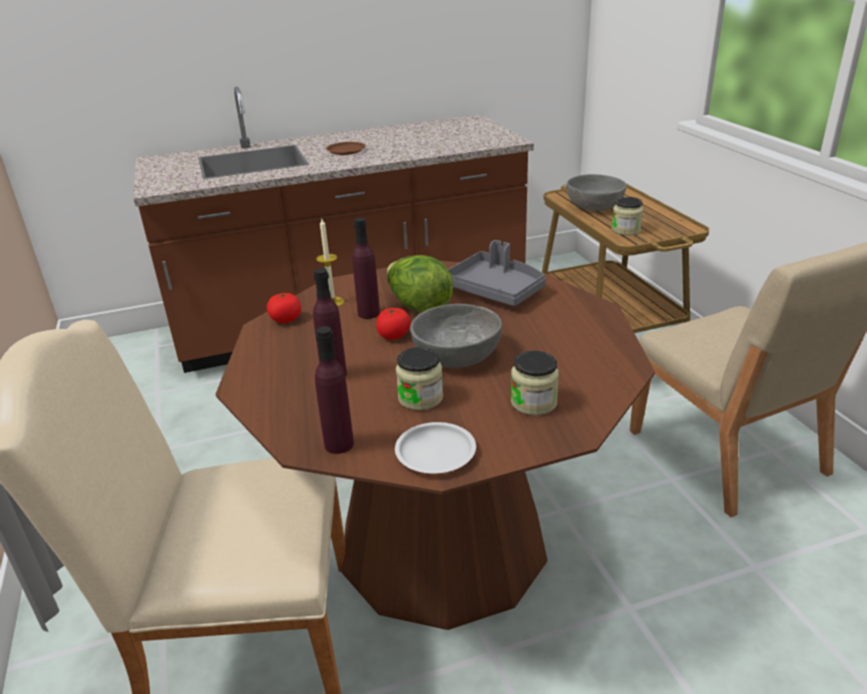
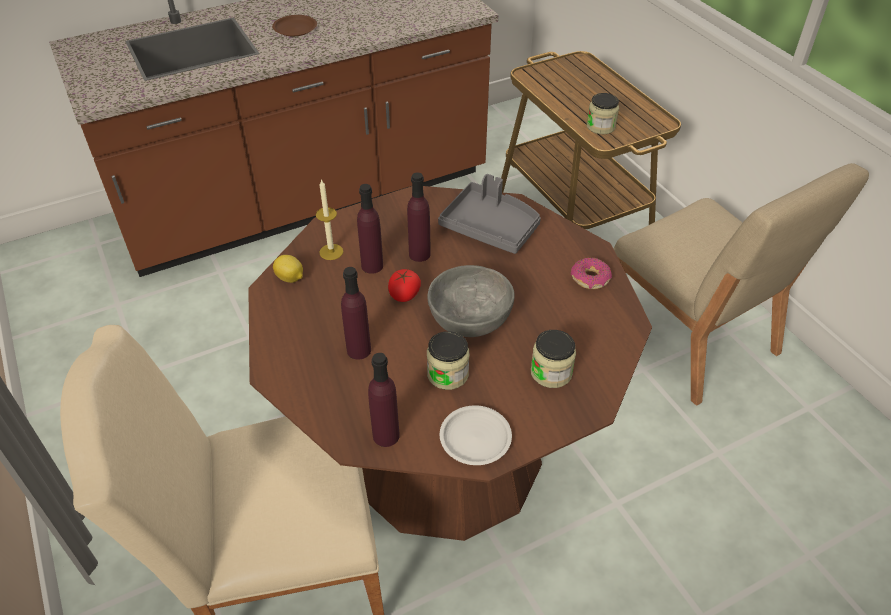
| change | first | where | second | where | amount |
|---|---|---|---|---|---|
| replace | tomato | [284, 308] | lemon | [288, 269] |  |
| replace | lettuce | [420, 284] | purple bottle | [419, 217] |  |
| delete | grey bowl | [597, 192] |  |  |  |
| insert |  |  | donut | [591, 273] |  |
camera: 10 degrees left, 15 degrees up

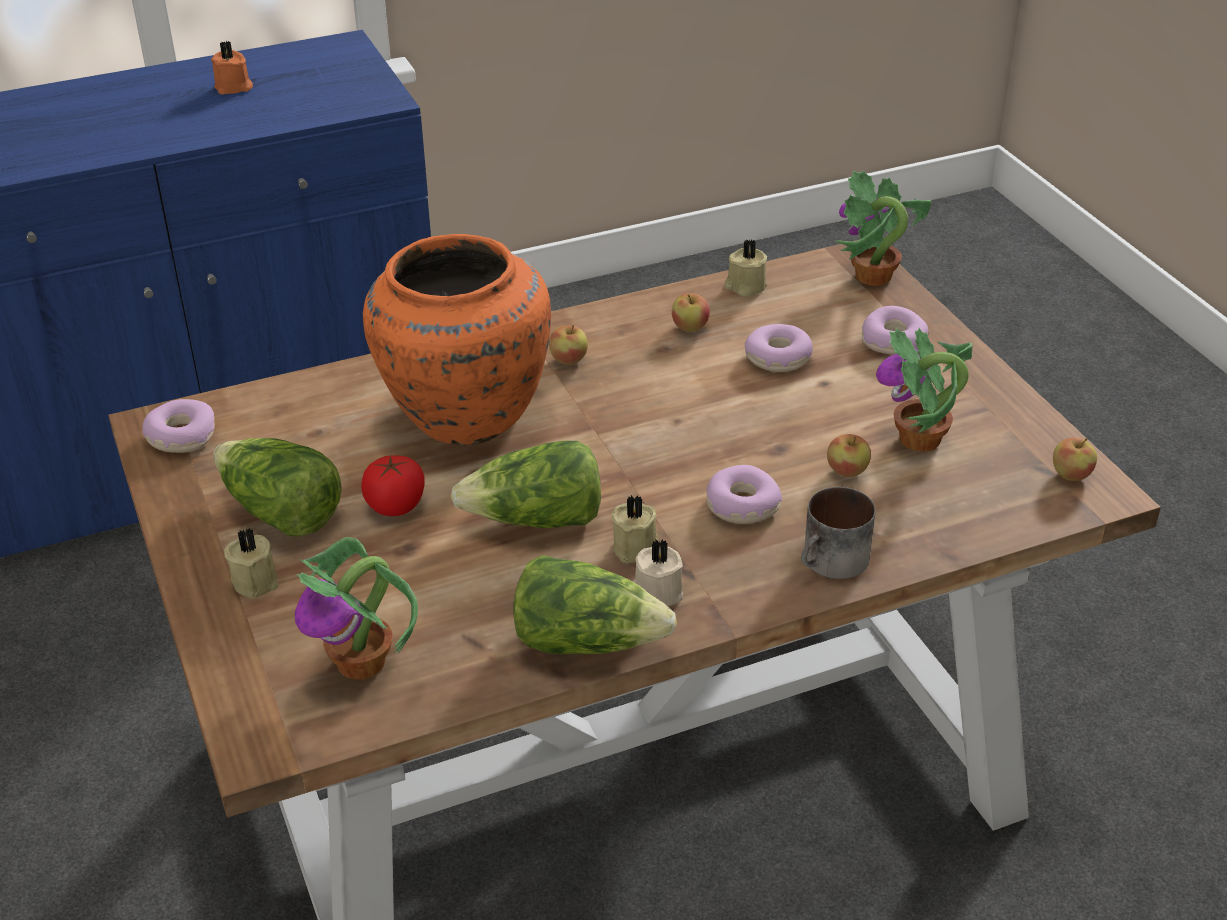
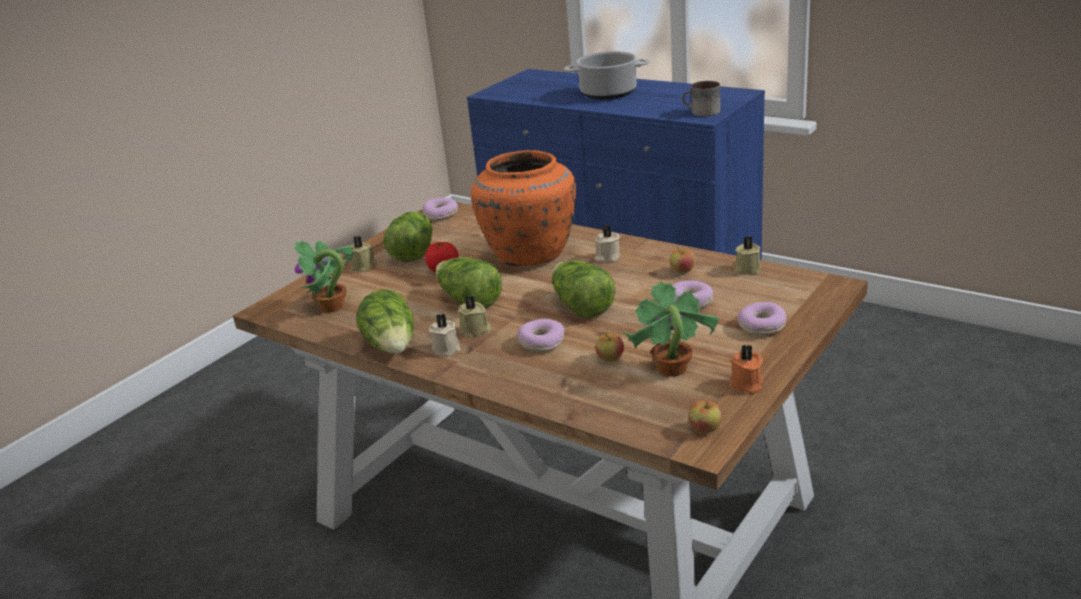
| change | first | where | second | where | amount |
|---|---|---|---|---|---|
| move | orange candle | [232, 68] |  | [746, 369] |  |
| replace | apple | [568, 345] | beige candle | [607, 243] |  |
| move | mug | [838, 533] |  | [701, 98] |  |
| delete | potted plant | [884, 228] |  |  |  |
| insert |  |  | lettuce | [583, 289] |  |
| insert |  |  | cooking pot | [607, 75] |  |
camera: 60 degrees right, 10 degrees down

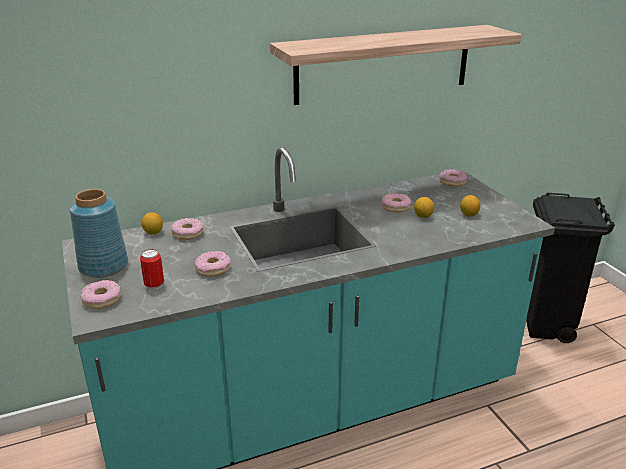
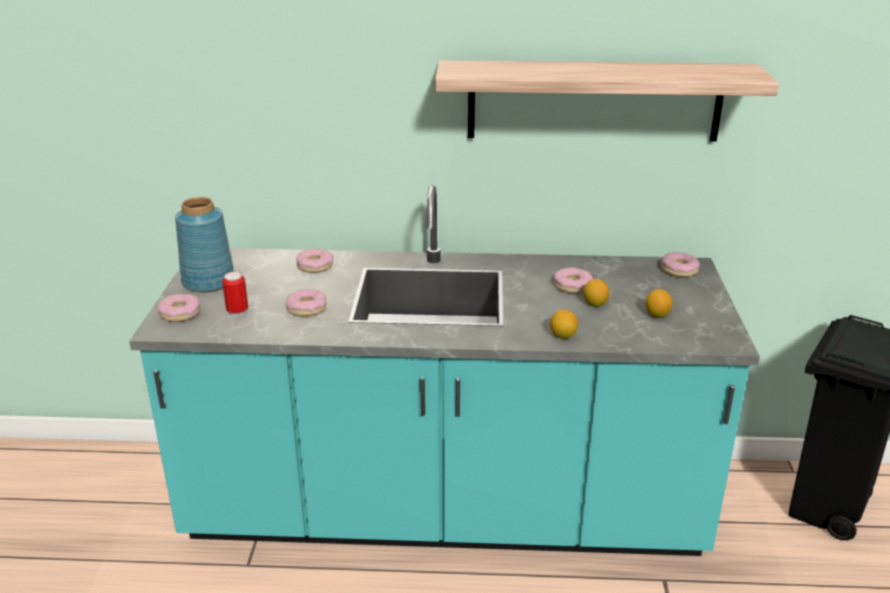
| change | first | where | second | where | amount |
|---|---|---|---|---|---|
| move | lemon | [152, 223] |  | [564, 324] |  |
camera: 25 degrees right, 0 degrees up

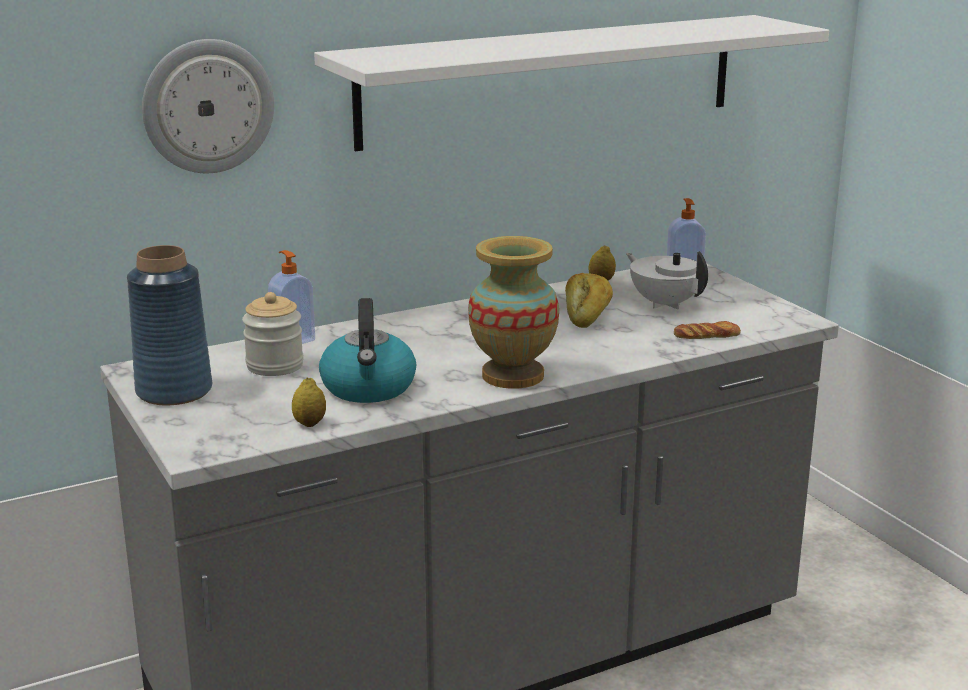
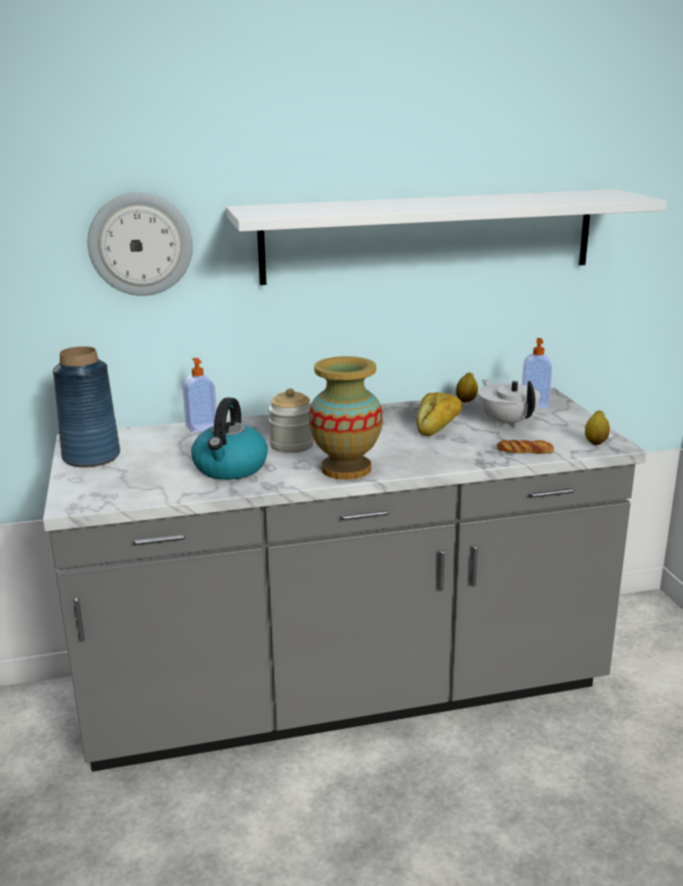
| change | first | where | second | where | amount |
|---|---|---|---|---|---|
| move | jar | [273, 334] |  | [291, 420] |  |
| move | lemon | [309, 402] |  | [597, 427] |  |
camera: 15 degrees right, 0 degrees up

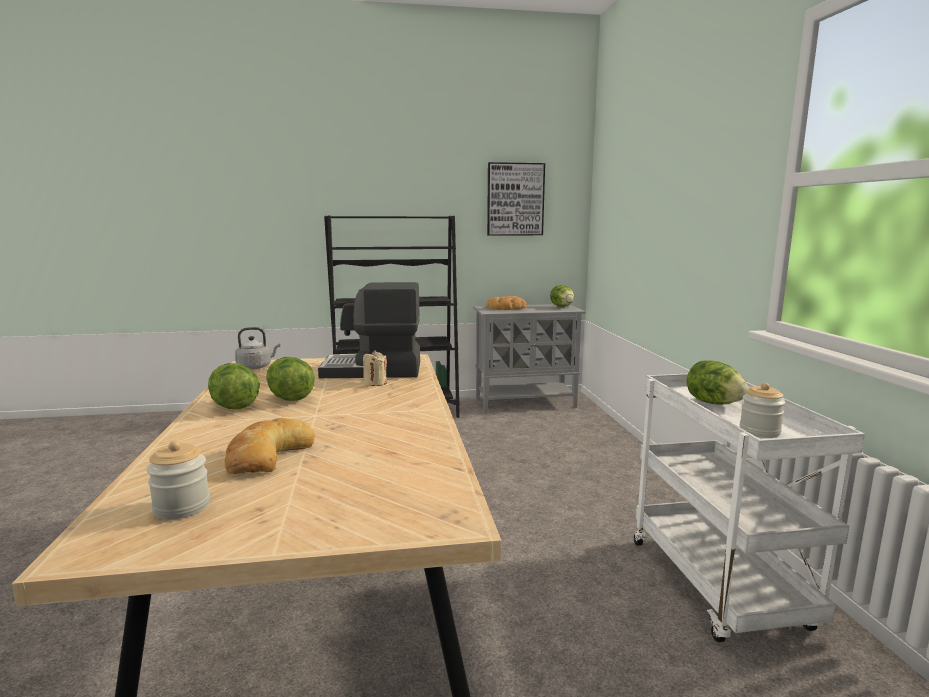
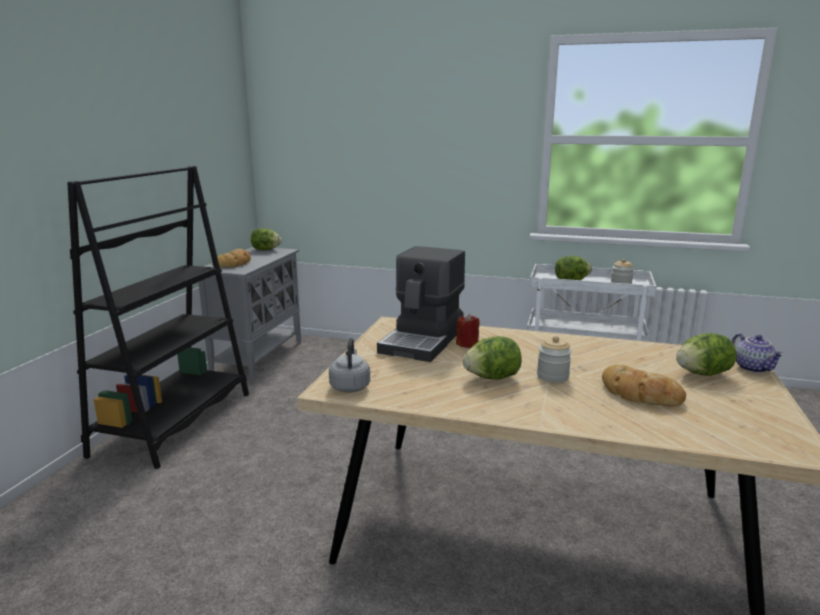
| change | first | where | second | where | amount |
|---|---|---|---|---|---|
| move | jar | [178, 480] |  | [554, 359] |  |
| move | lettuce | [234, 386] |  | [706, 354] |  |
| recolor | beige candle | [375, 368] | red candle | [468, 331] |  |
| delete | picture | [516, 199] |  |  |  |
| insert |  |  | teapot | [758, 353] |  |
camera: 65 degrees left, 5 degrees up

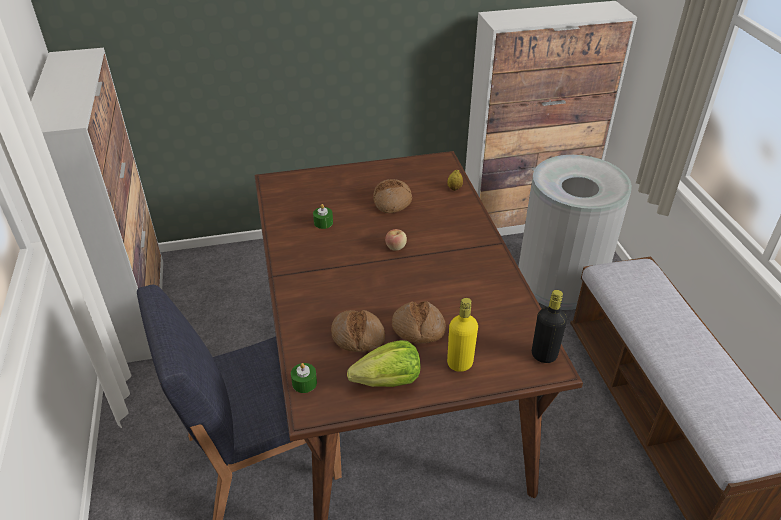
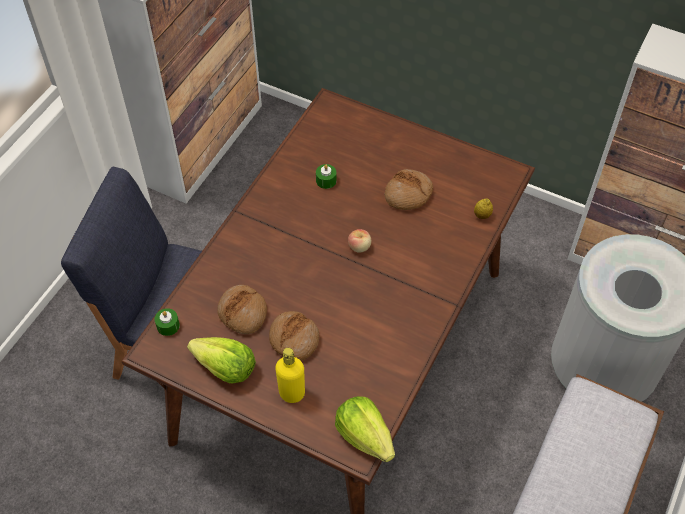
| change | first | where | second | where | amount |
|---|---|---|---|---|---|
| replace | black bottle | [549, 326] | lettuce | [365, 429] |  |
camera: 40 degrees right, 15 degrees up

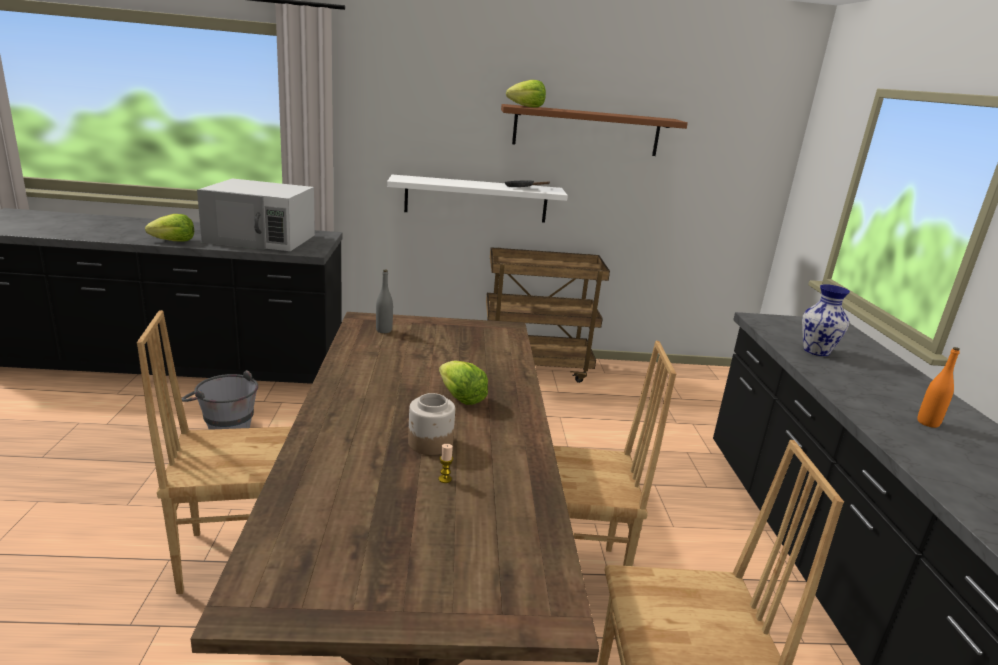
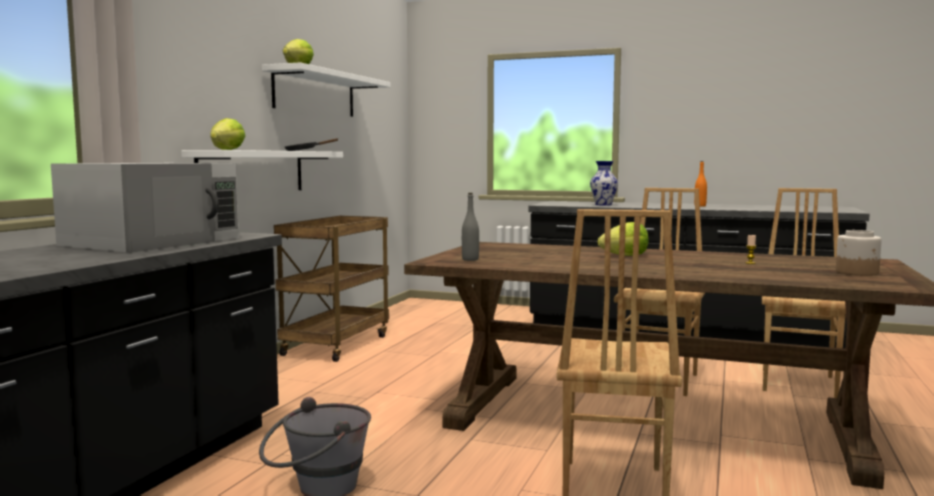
| change | first | where | second | where | amount |
|---|---|---|---|---|---|
| move | lettuce | [169, 228] |  | [227, 134] |  |
| move | jar | [431, 424] |  | [859, 253] |  |
| recolor | brown shelf | [594, 130] | white shelf | [326, 89] |  |
camera: 65 degrees left, 15 degrees down

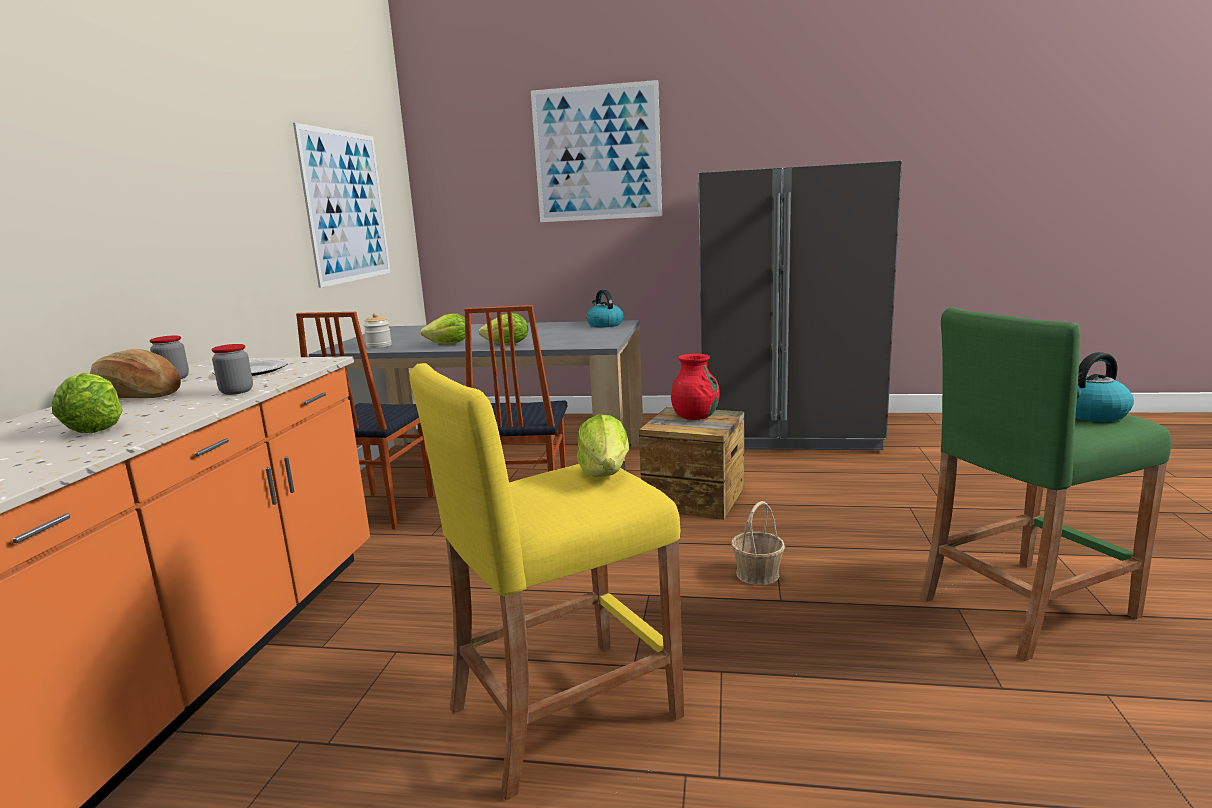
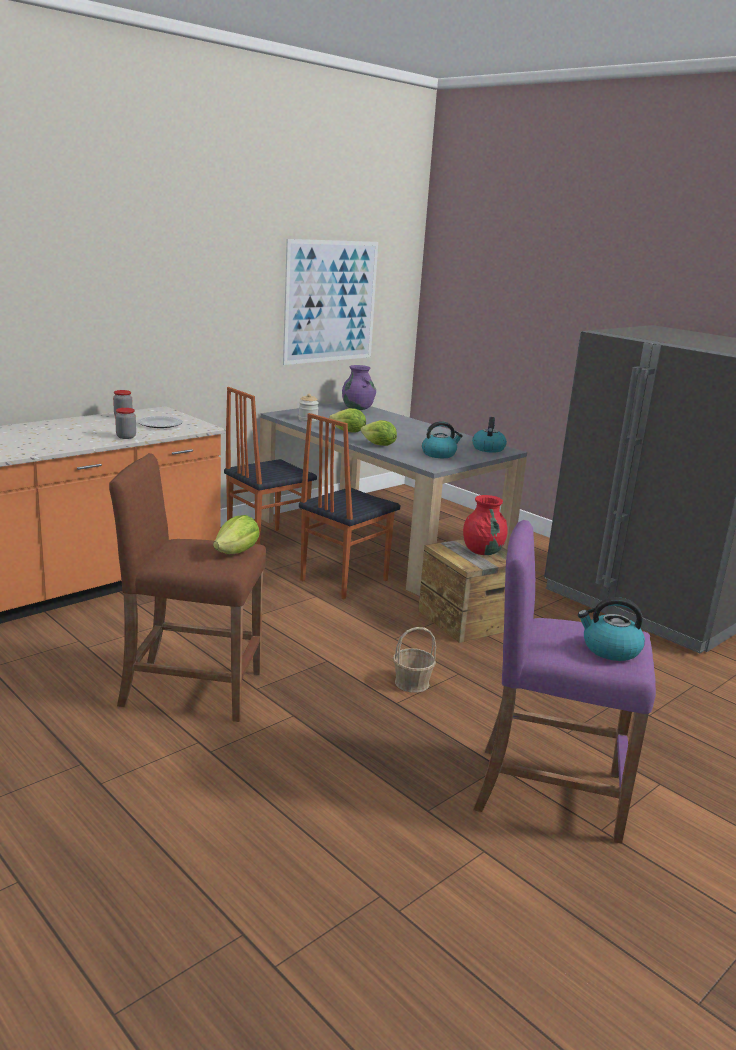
| change | first | where | second | where | amount |
|---|---|---|---|---|---|
| delete | lettuce | [87, 403] |  |  |  |
| delete | bread | [135, 373] |  |  |  |
| recolor | yellow stool | [547, 581] | brown stool | [187, 587] |  |
| delete | picture | [596, 151] |  |  |  |
| recolor | green stool | [1045, 484] | purple stool | [564, 682] |  |
| insert |  |  | purple vase | [359, 387] |  |
| insert |  |  | kettle | [442, 439] |  |
camera: 35 degrees right, 5 degrees up

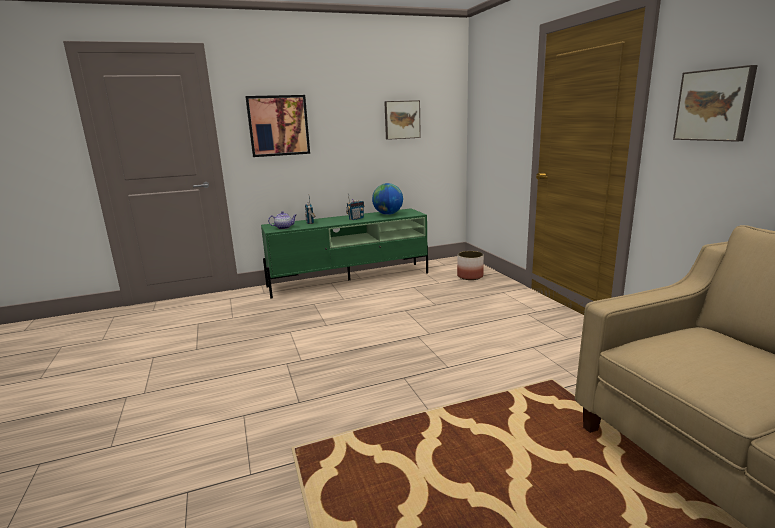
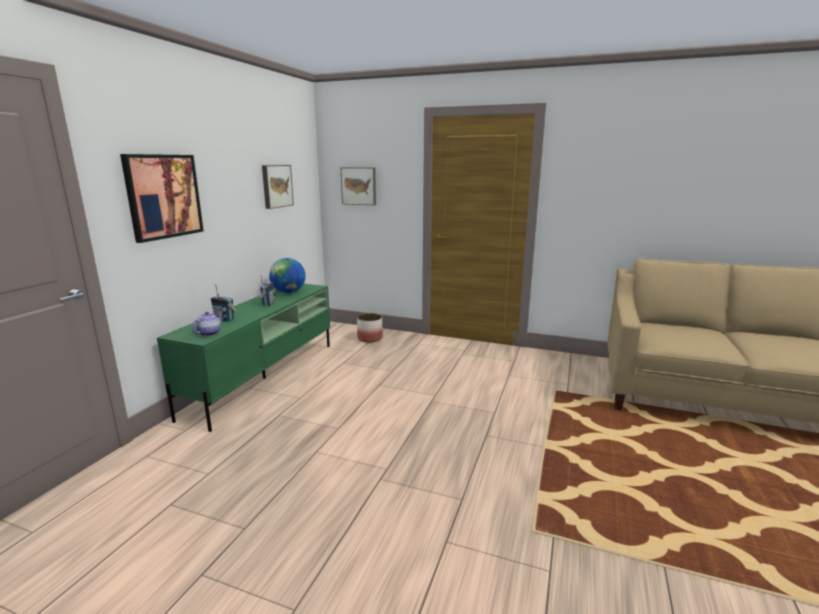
| change | first | where | second | where | amount |
|---|---|---|---|---|---|
| move | picture | [715, 103] |  | [358, 186] |  |
camera: 50 degrees left, 0 degrees up

